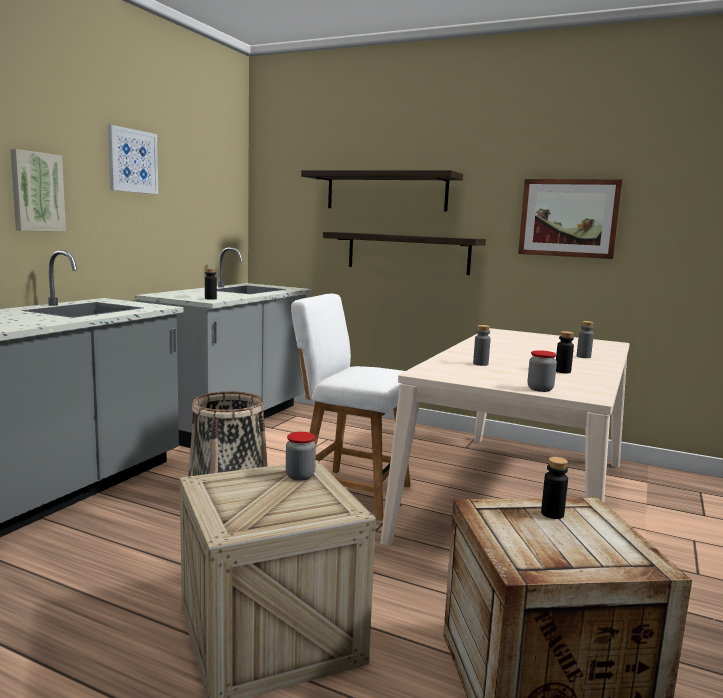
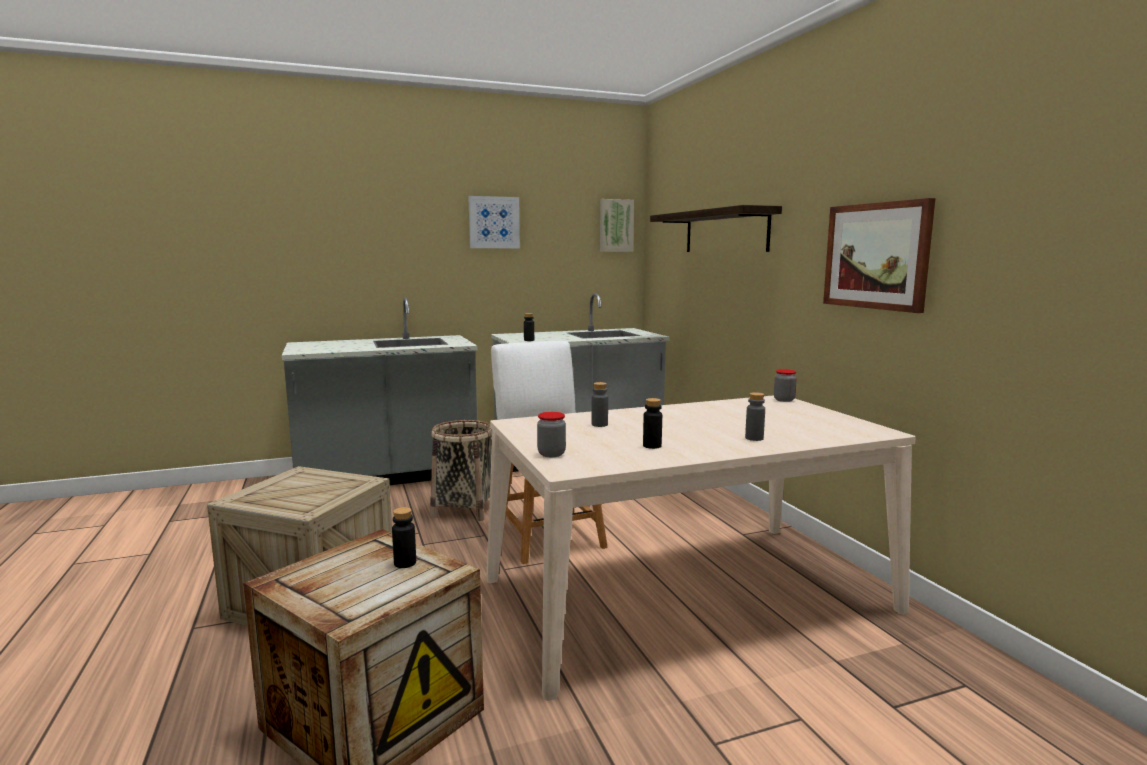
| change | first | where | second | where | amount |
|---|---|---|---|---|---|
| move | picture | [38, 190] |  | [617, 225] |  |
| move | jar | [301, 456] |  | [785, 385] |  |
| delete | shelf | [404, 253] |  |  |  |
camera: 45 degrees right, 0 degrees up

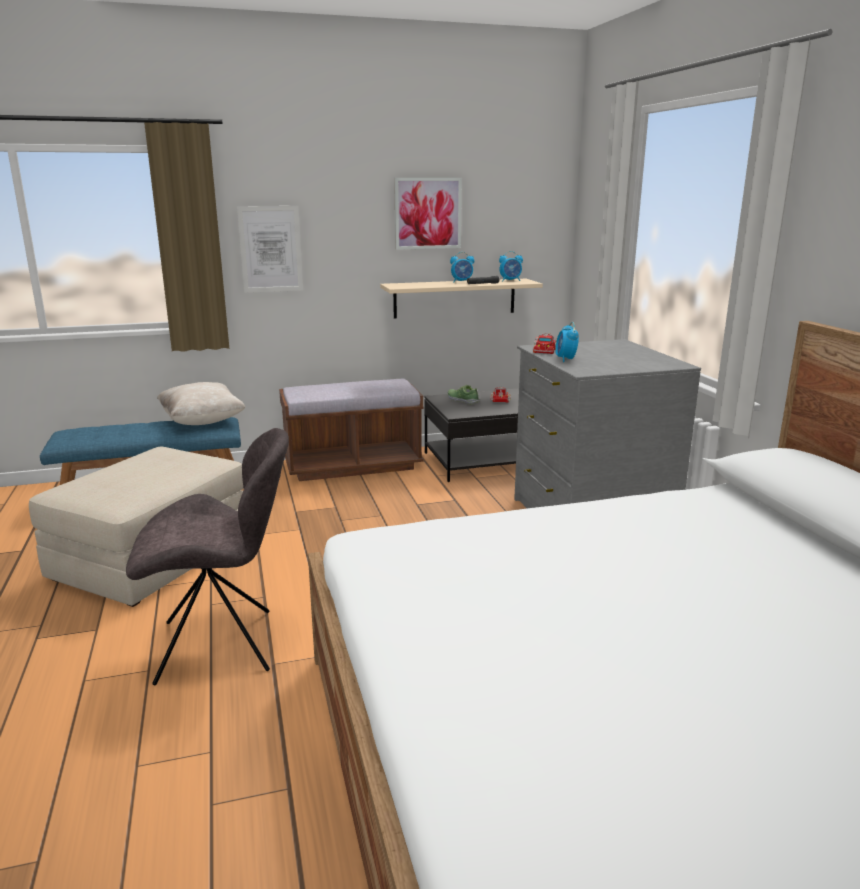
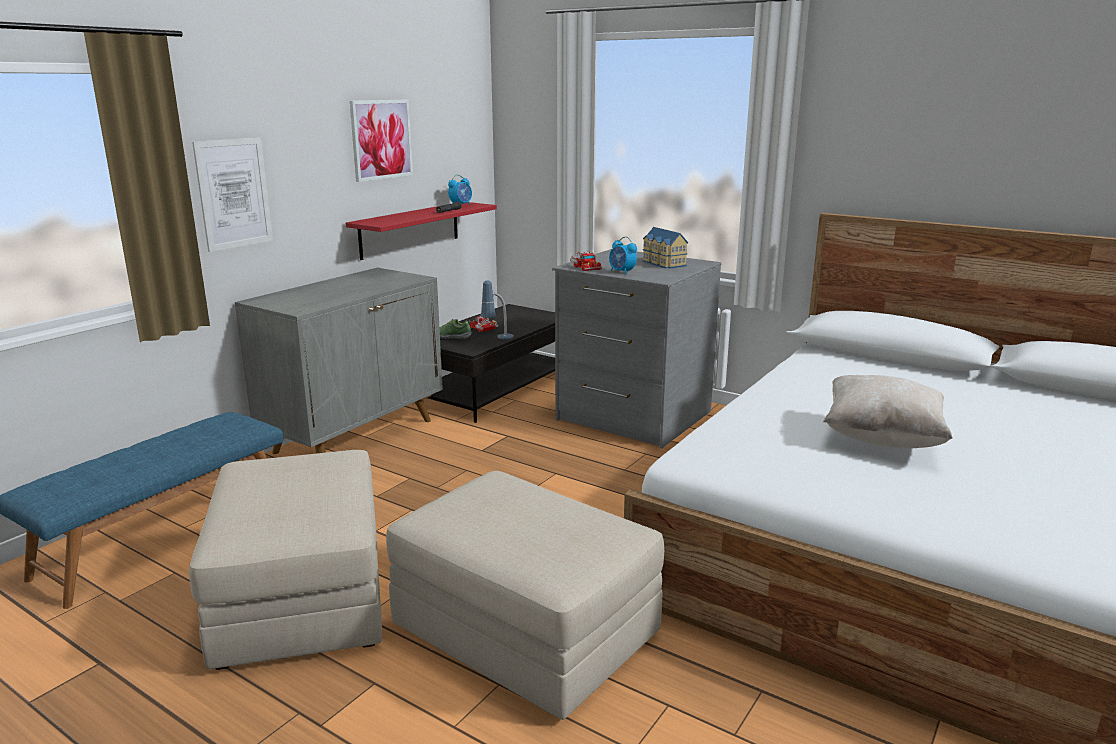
| change | first | where | second | where | amount |
|---|---|---|---|---|---|
| replace | grey chair | [207, 556] | beige ottoman | [525, 595] |  |
| move | beige pillow | [201, 403] |  | [888, 411] |  |
| replace | brown bench | [351, 430] | grey cabinet | [339, 361] |  |
| recolor | beige shelf | [461, 299] | red shelf | [421, 231] |  |
| delete | alarm clock | [462, 267] |  |  |  |
| insert |  |  | table lamp | [497, 309] |  |
| insert |  |  | toy house | [665, 248] |  |
camera: 40 degrees left, 0 degrees up

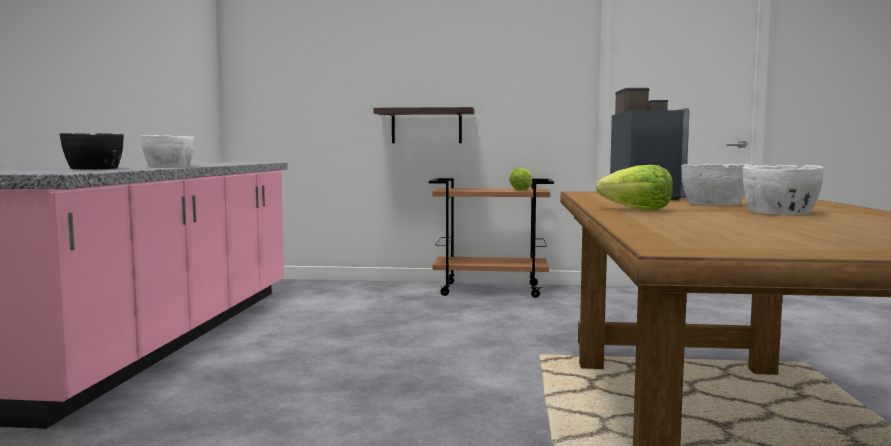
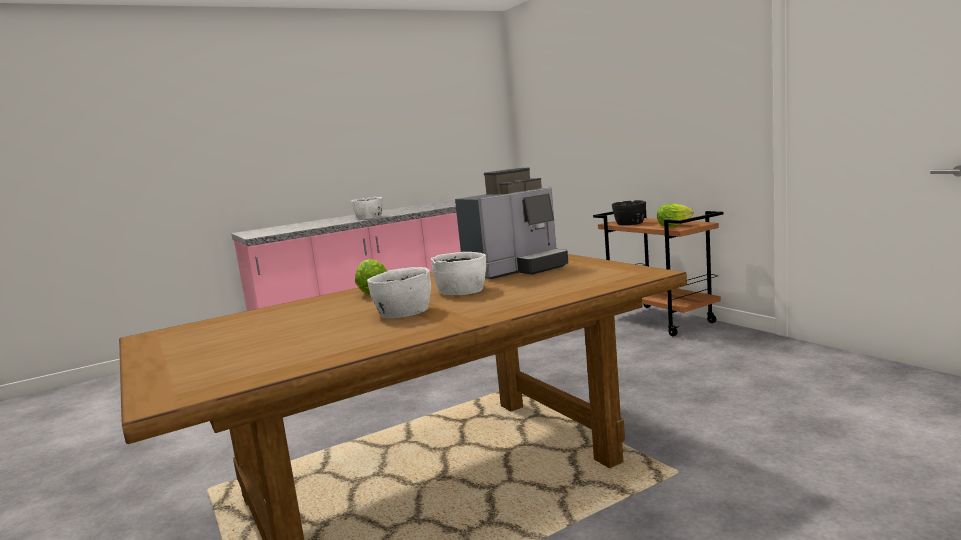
| change | first | where | second | where | amount |
|---|---|---|---|---|---|
| move | black bowl | [92, 151] |  | [629, 212] |  |
| delete | shelf | [424, 125] |  |  |  |
camera: 55 degrees right, 5 degrees up

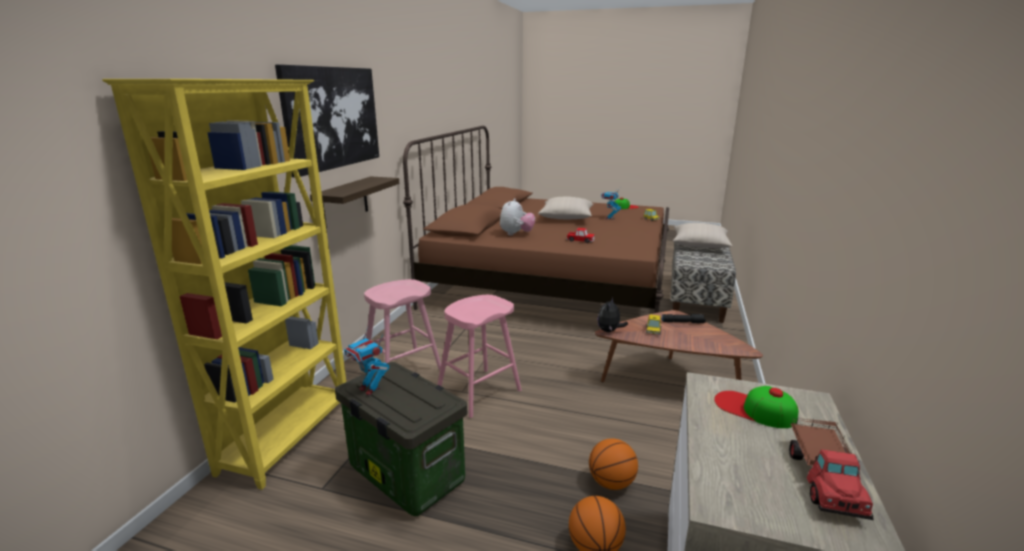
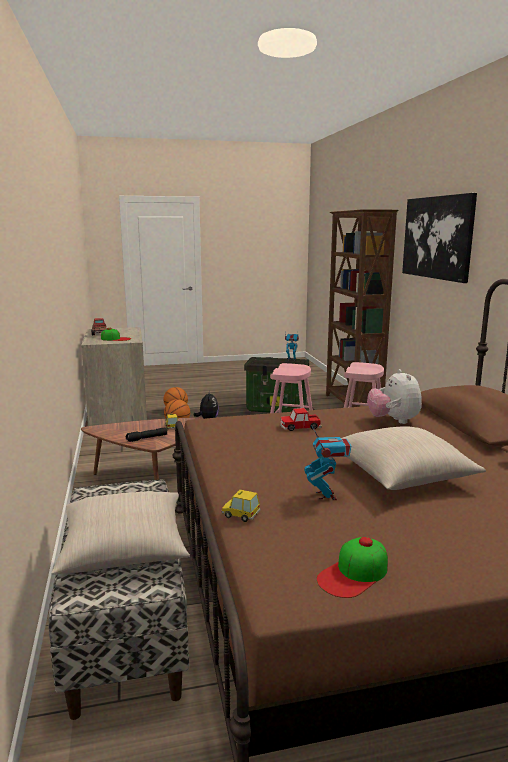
| change | first | where | second | where | amount |
|---|---|---|---|---|---|
| recolor | yellow bookcase | [224, 284] | brown bookcase | [362, 308] |  |
| delete | shelf | [354, 202] |  |  |  |
camera: 150 degrees right, 5 degrees down

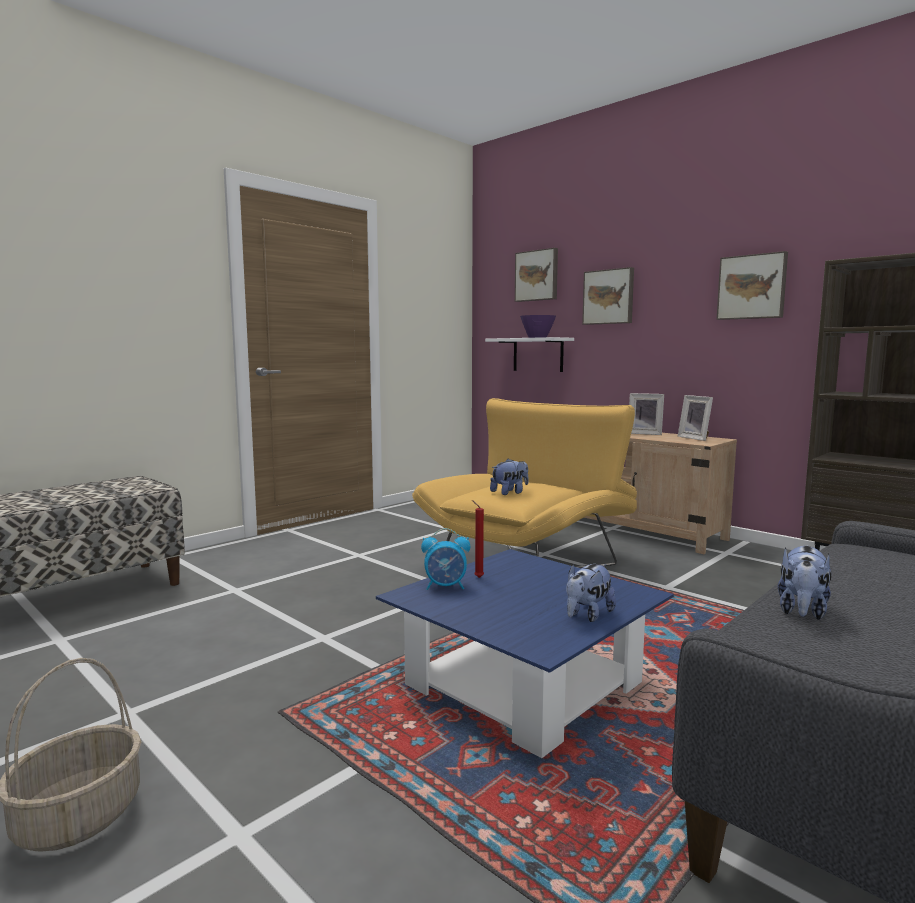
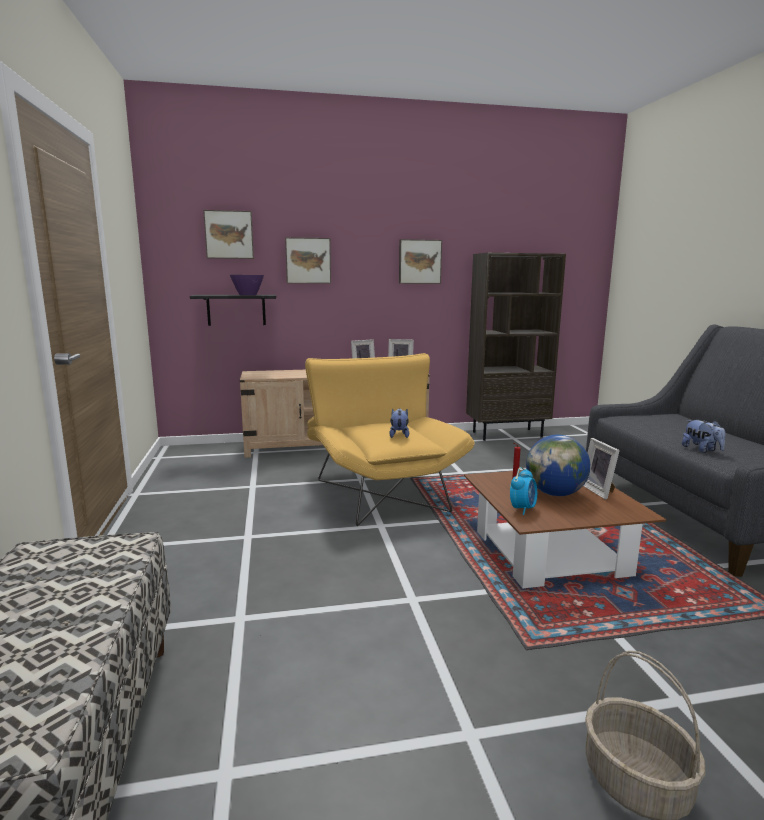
| change | first | where | second | where | amount |
|---|---|---|---|---|---|
| recolor | blue coffee table | [525, 653] | brown coffee table | [565, 529] |  |
| recolor | white shelf | [529, 354] | black shelf | [233, 310] |  |
| replace | plush toy | [591, 593] | picture frame | [601, 469] |  |
| insert |  |  | globe | [558, 465] |  |
camera: 55 degrees left, 5 degrees up

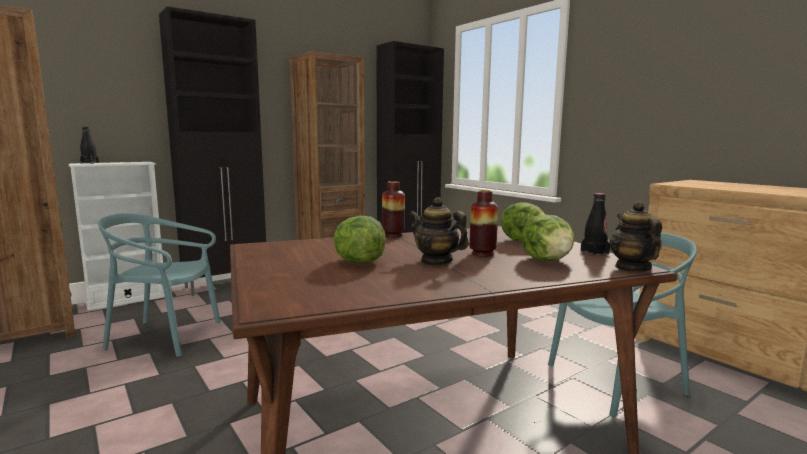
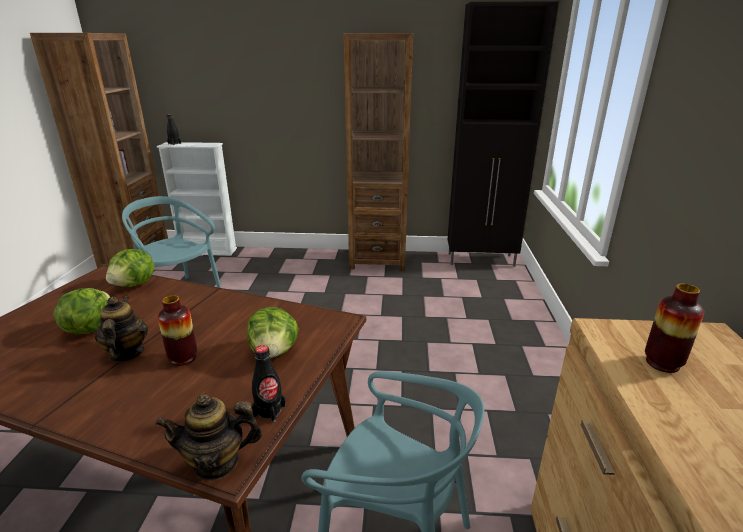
| change | first | where | second | where | amount |
|---|---|---|---|---|---|
| delete | black cabinet | [212, 151] |  |  |  |
| move | vase | [393, 209] |  | [674, 328] |  |
| move | lettuce | [548, 237] |  | [130, 268] |  |
| rotate | teapot | [635, 236] |  | [209, 437] | 135 degrees counterclockwise |
camera: 40 degrees right, 15 degrees up

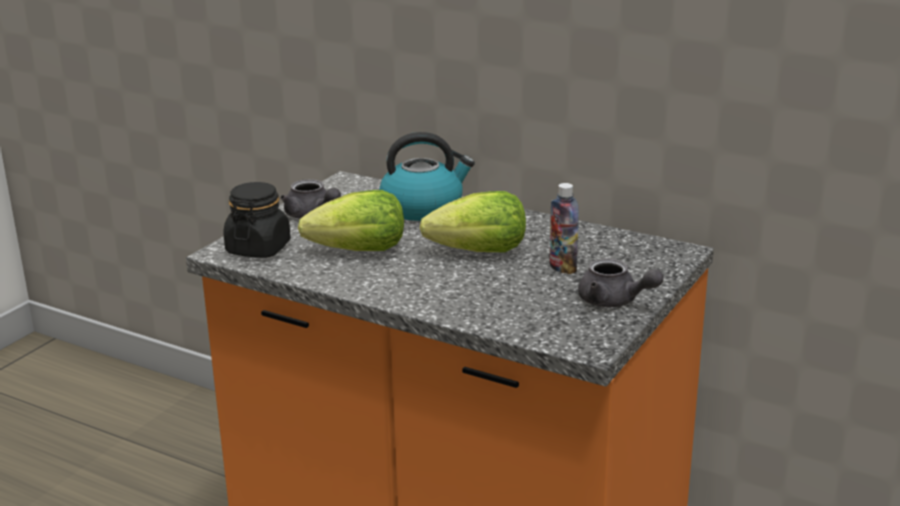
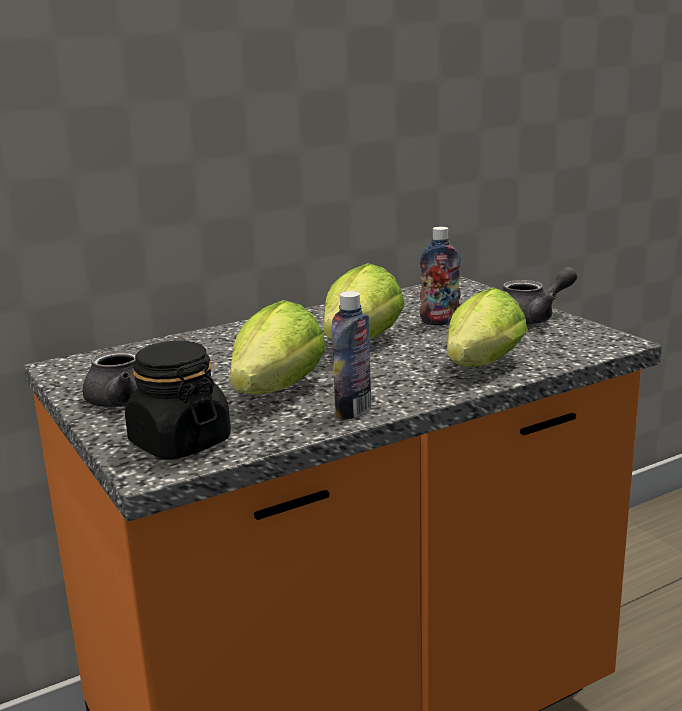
| change | first | where | second | where | amount |
|---|---|---|---|---|---|
| delete | kettle | [427, 176] |  |  |  |
| insert |  |  | bottle | [351, 355] |  |
| insert |  |  | lettuce | [487, 327] |  |
camera: 60 degrees left, 5 degrees down

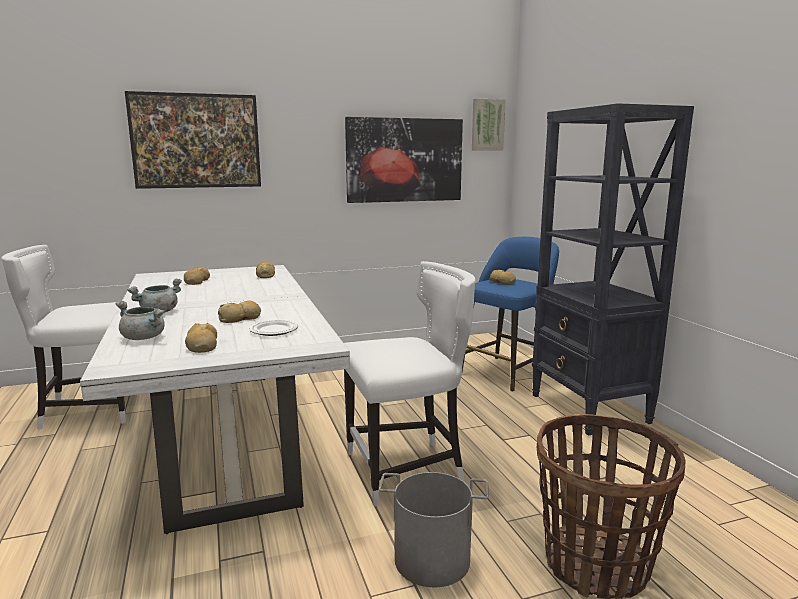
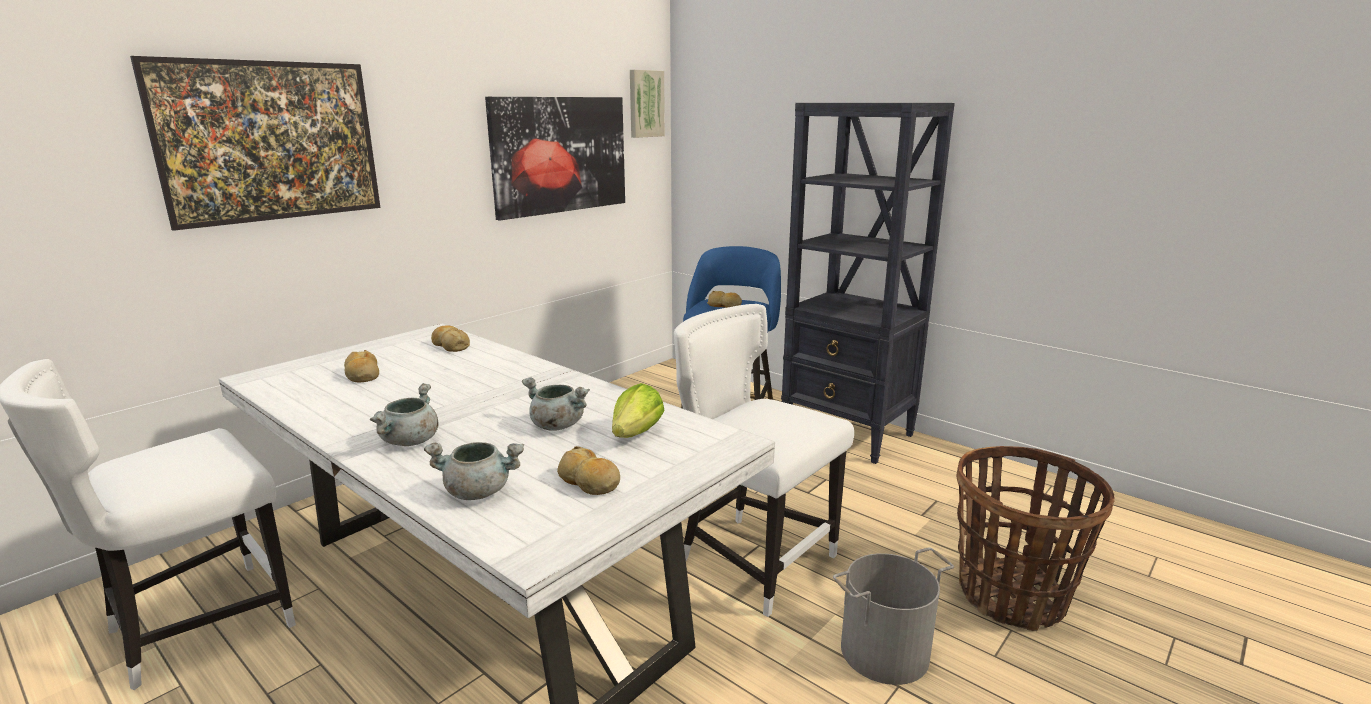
| change | first | where | second | where | amount |
|---|---|---|---|---|---|
| replace | bread | [239, 311] | grey cooking pot | [556, 404] |  |
| replace | plate | [273, 328] | lettuce | [638, 410] |  |
| rotate | white chair | [410, 383] |  | [764, 460] | 90 degrees counterclockwise |
camera: 30 degrees left, 5 degrees up

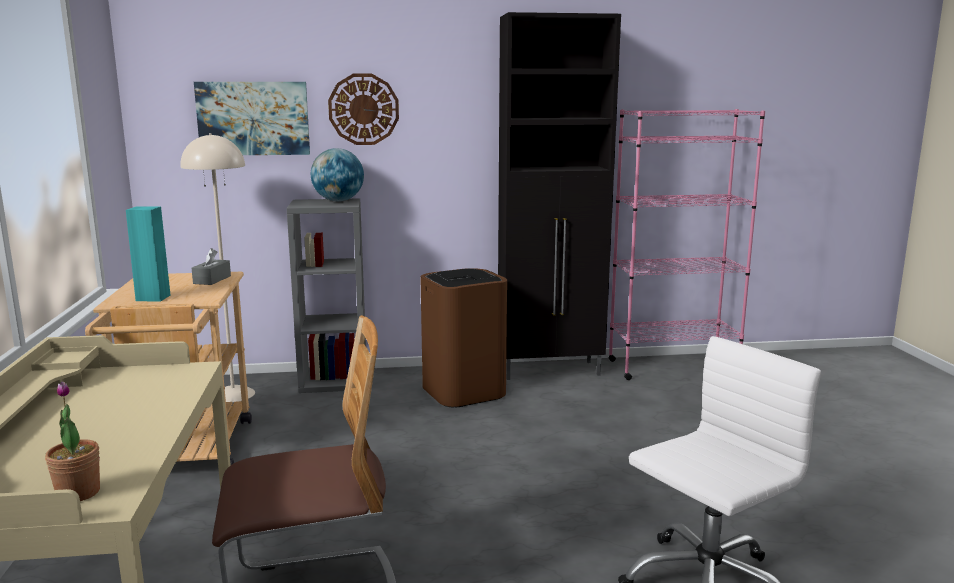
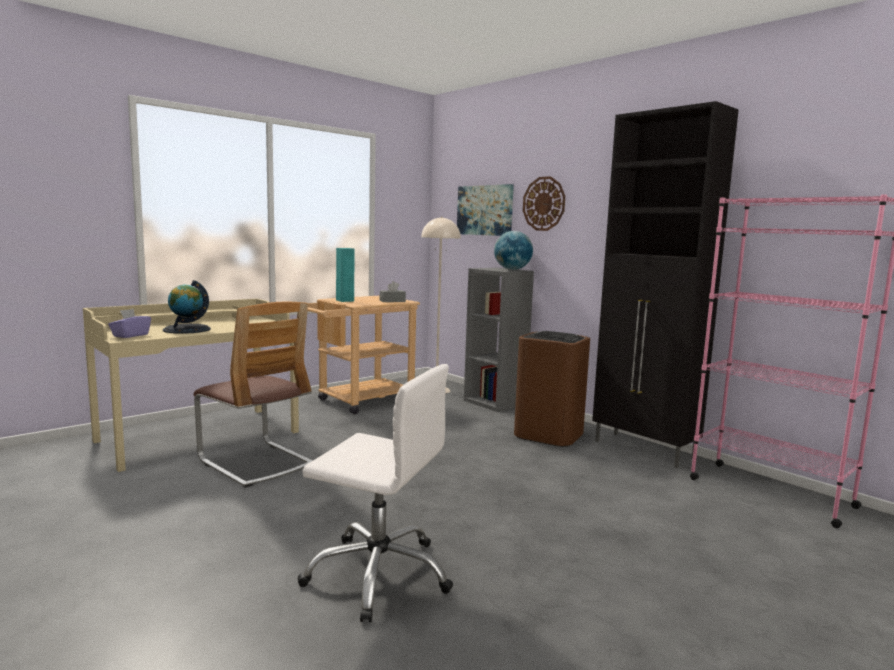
| change | first | where | second | where | amount |
|---|---|---|---|---|---|
| replace | potted plant | [72, 441] | purple tissue box | [129, 323] |  |
| insert |  |  | globe | [187, 307] |  |
camera: 55 degrees right, 5 degrees down

